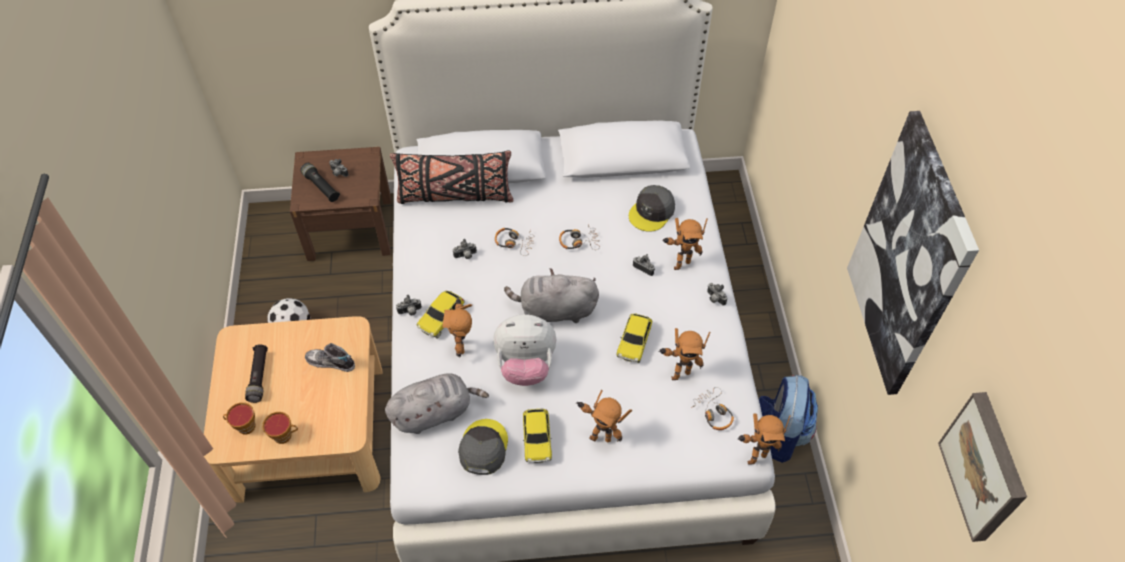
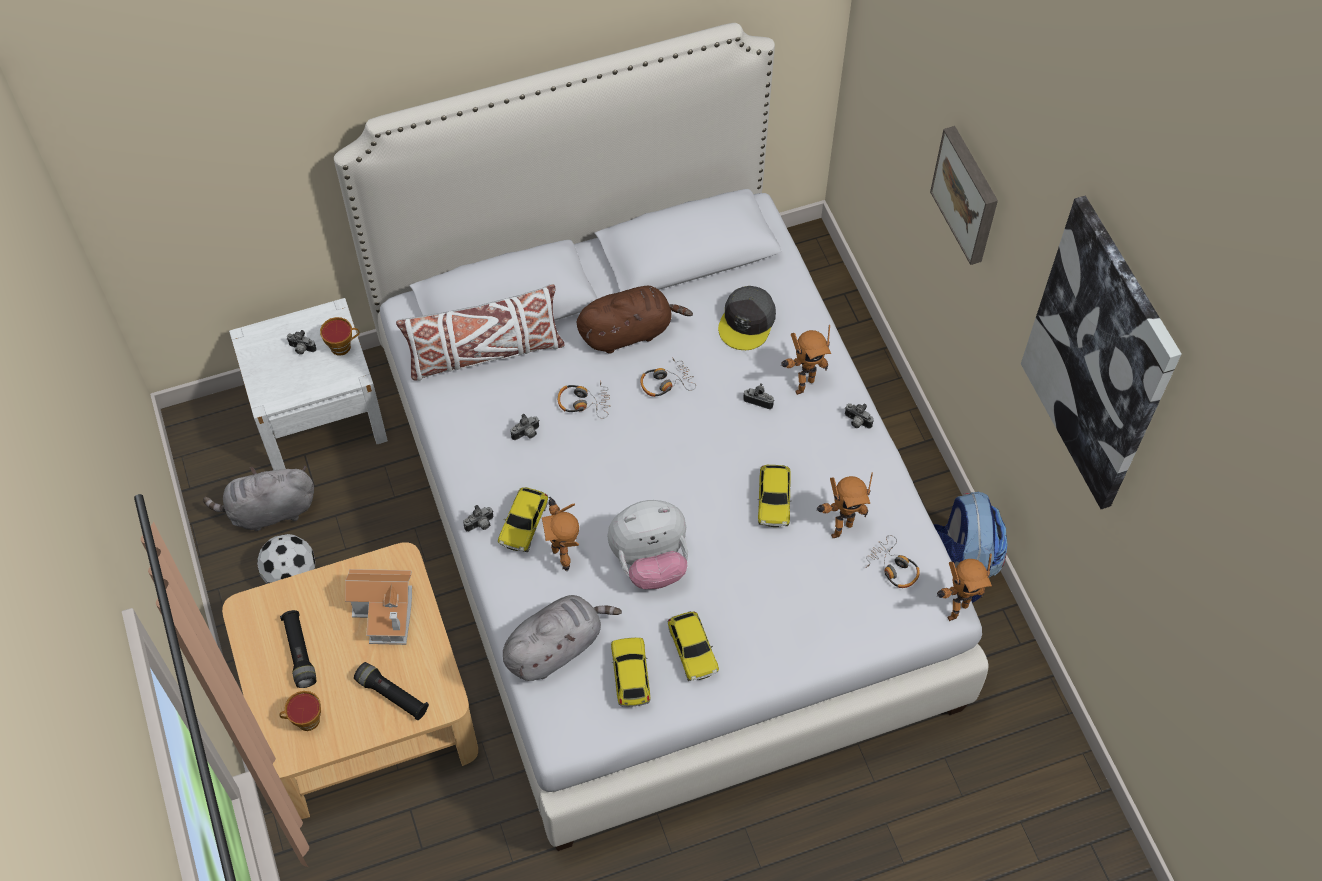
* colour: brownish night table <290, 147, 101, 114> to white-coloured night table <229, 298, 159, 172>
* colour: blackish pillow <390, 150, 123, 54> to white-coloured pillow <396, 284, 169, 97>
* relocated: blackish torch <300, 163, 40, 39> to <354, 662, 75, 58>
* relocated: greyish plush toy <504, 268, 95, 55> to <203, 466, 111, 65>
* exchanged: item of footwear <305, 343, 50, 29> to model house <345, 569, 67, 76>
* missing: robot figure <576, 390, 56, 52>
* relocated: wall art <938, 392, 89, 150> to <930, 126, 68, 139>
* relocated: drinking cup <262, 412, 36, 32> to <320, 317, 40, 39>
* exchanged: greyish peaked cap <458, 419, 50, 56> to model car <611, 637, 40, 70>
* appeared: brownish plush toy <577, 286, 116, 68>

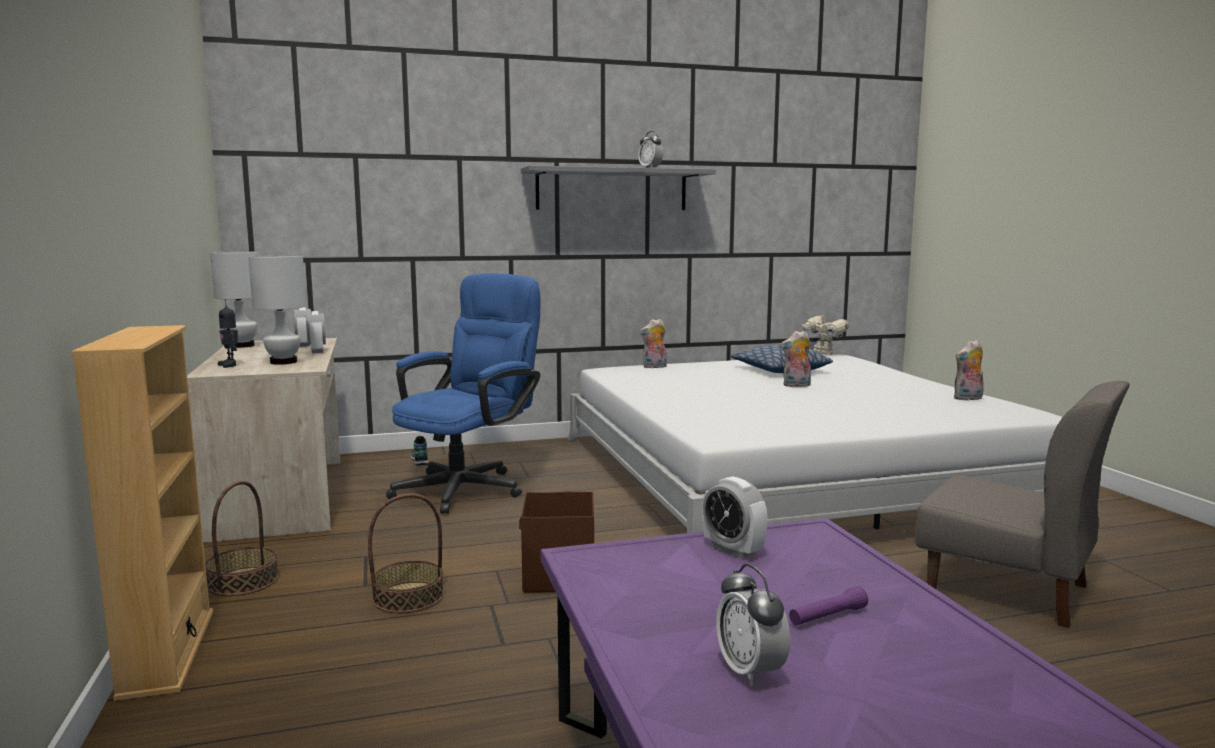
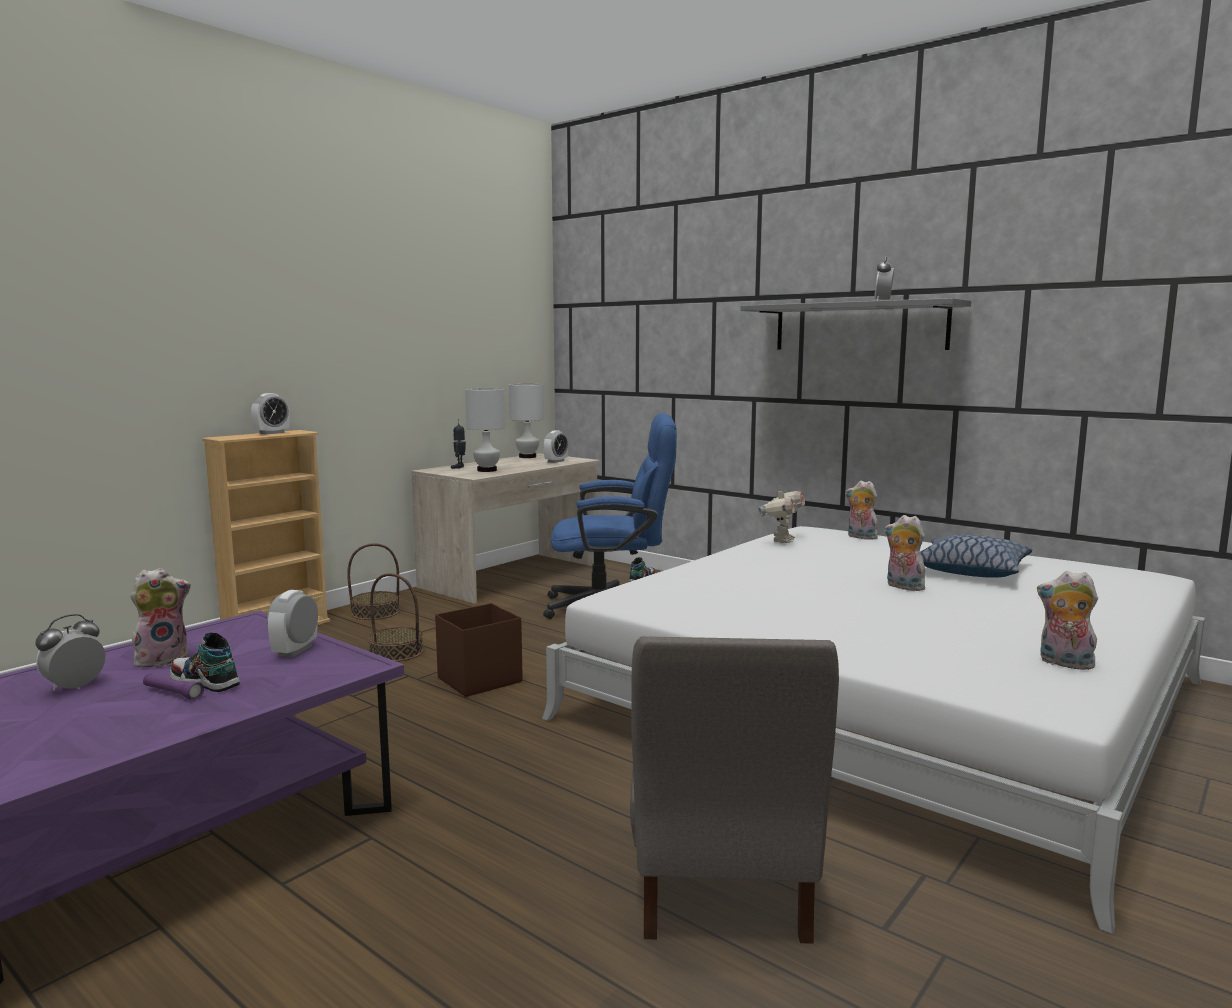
* relocated: bedside clock <306, 311, 20, 42> to <251, 393, 39, 42>
* relocated: robot figure <801, 311, 48, 44> to <758, 486, 47, 57>
* appeared: plush toy <130, 568, 61, 100>
* appeared: item of footwear <170, 633, 70, 59>

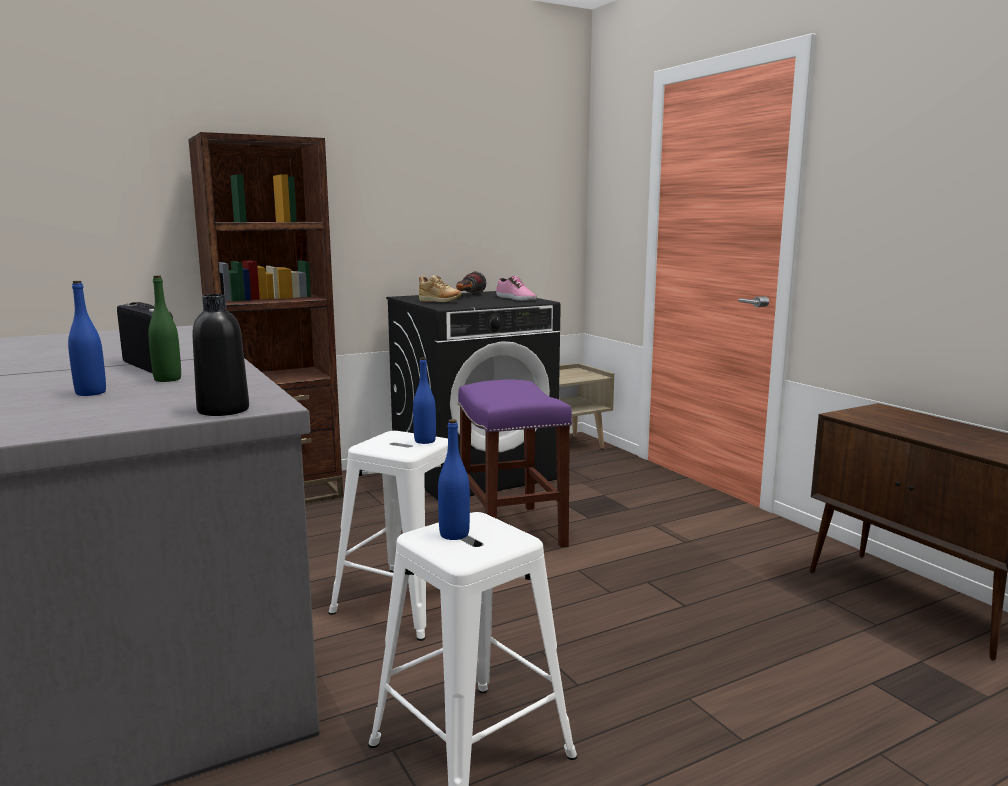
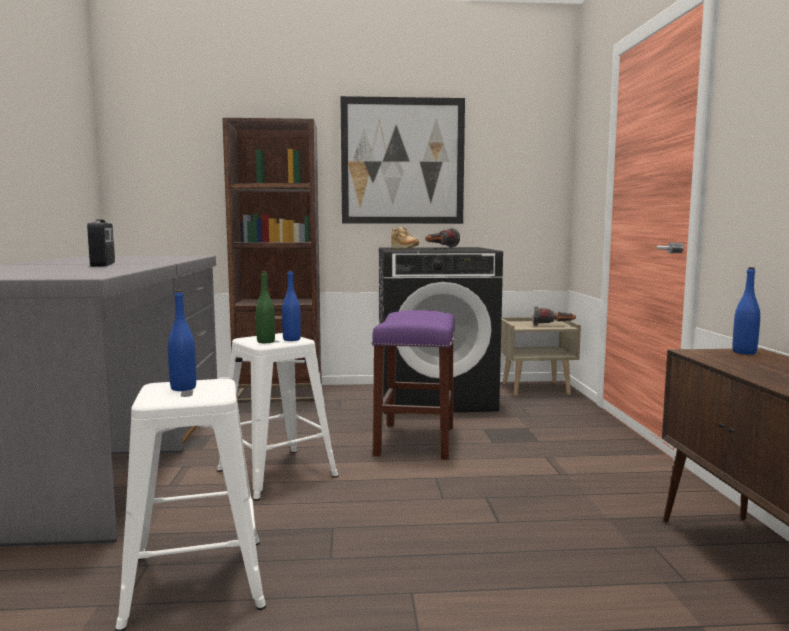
* relocated: green-coloured beverage bottle <148, 275, 33, 107> to <256, 271, 19, 72>
* missing: item of footwear <496, 276, 41, 25>
* relocated: bluish beverage bottle <68, 281, 38, 115> to <733, 267, 27, 88>
* missing: blackish beverage bottle <192, 294, 57, 122>
* appeared: wall art <340, 96, 125, 128>
* appeared: torch <532, 306, 44, 20>

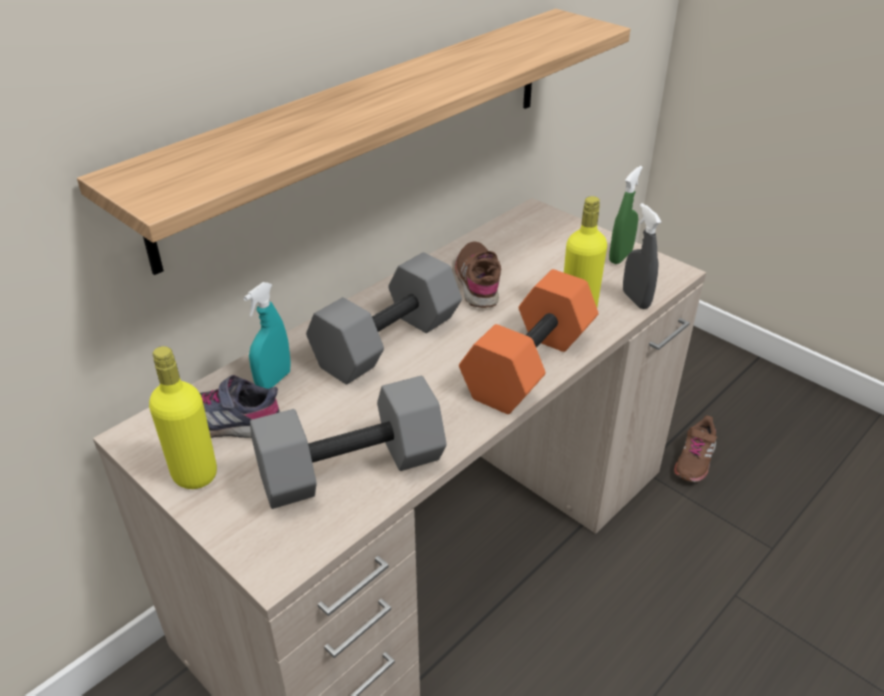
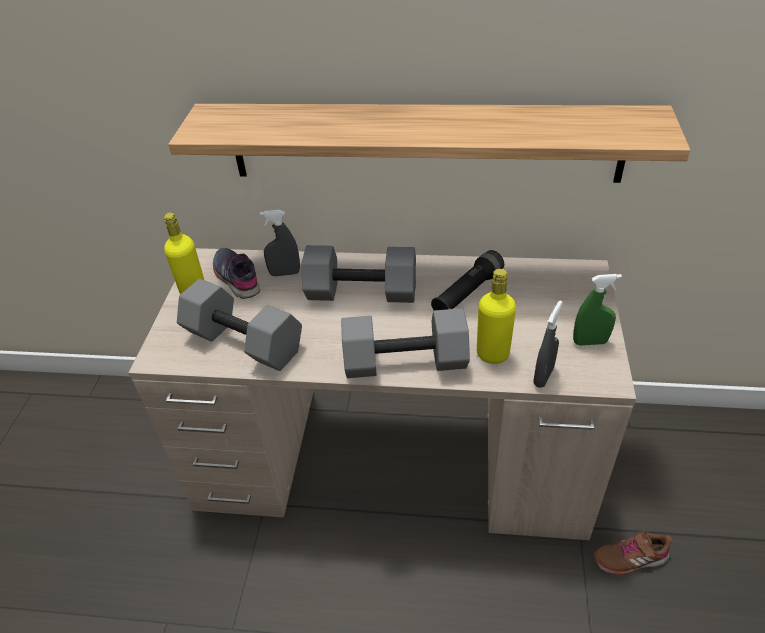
* exchanged: brownish item of footwear <455, 241, 46, 67> to blackish torch <431, 250, 73, 60>
* colour: orange-coloured free weight <459, 269, 139, 145> to greyish free weight <341, 308, 129, 70>
* colour: turquoise-coloured sprayer <243, 282, 48, 107> to greyish sprayer <260, 210, 40, 67>

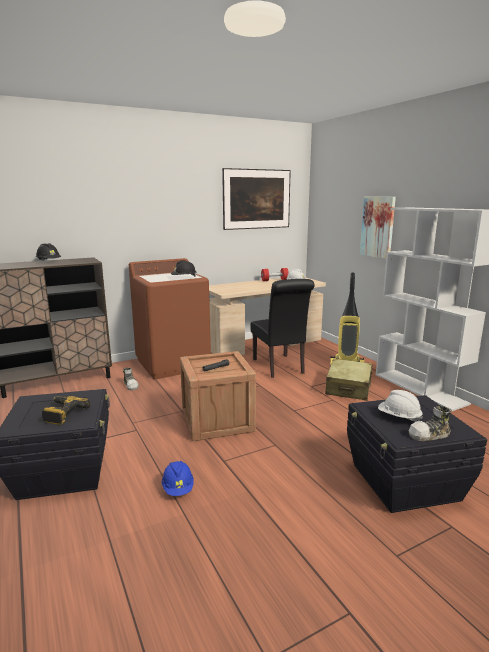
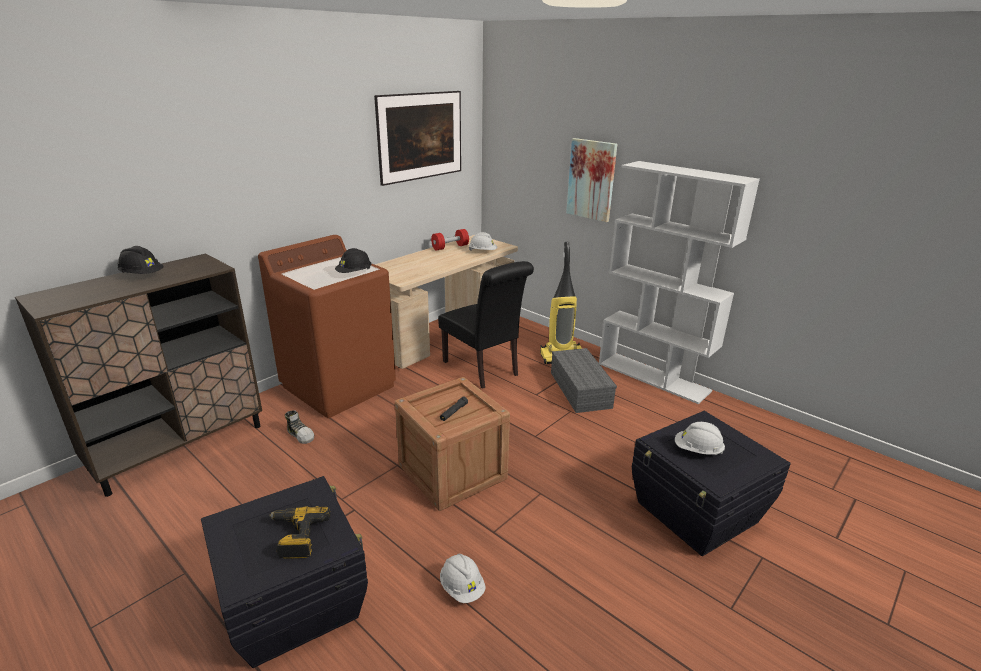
* exchanged: sand-coloured travel case <325, 359, 48, 42> to greyish storage container <551, 348, 66, 65>
* missing: item of footwear <409, 406, 42, 35>
* colour: bluish work helmet <162, 461, 32, 35> to white-coloured work helmet <440, 554, 46, 49>

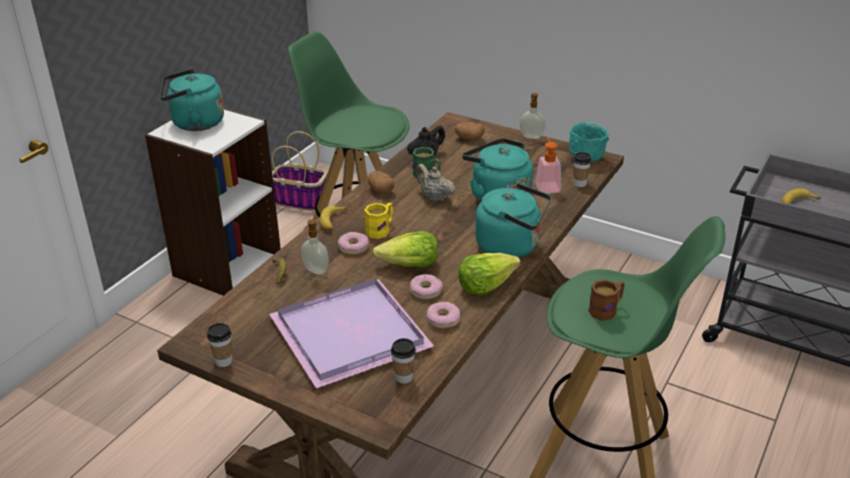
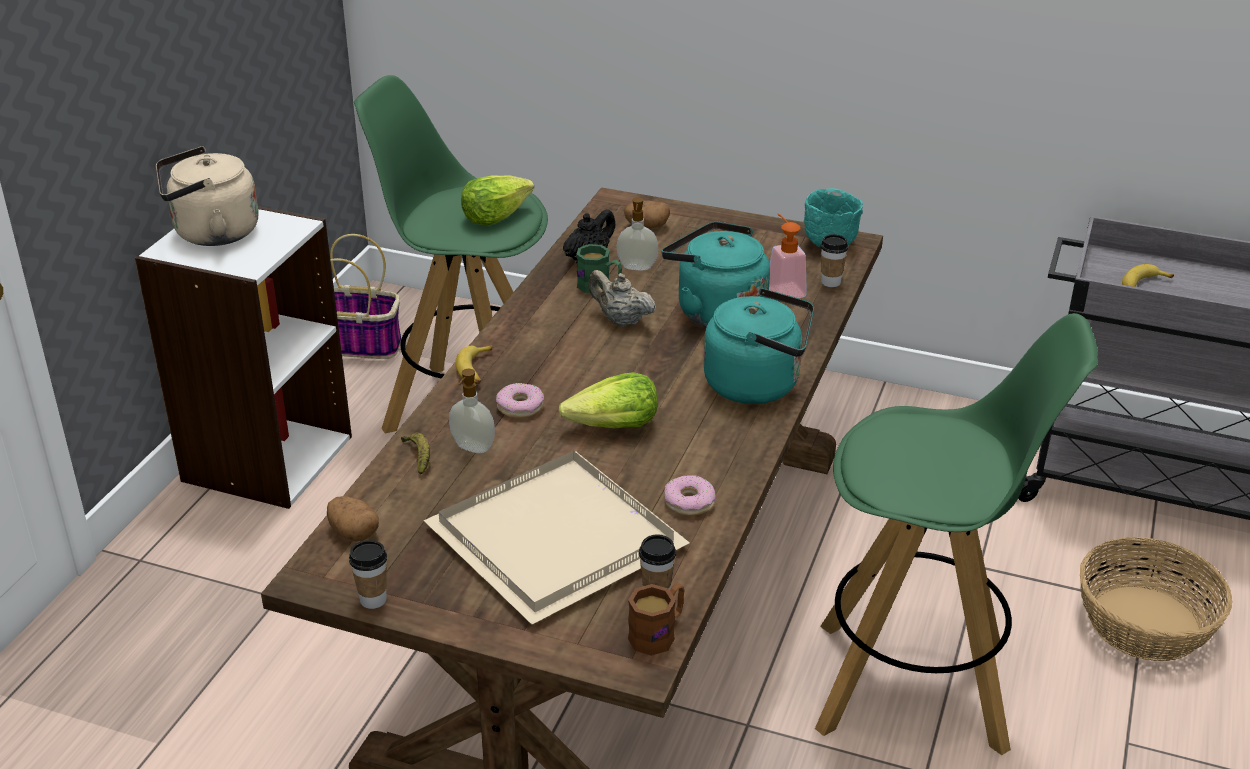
* colour: turquoise-coloured water kettle <160, 69, 64, 62> to sand-coloured water kettle <156, 146, 103, 100>
* relocated: soap dispenser <520, 93, 25, 46> to <617, 197, 41, 73>
* relocated: whole potato <368, 171, 27, 23> to <327, 496, 52, 45>
* missing: yellow coffee mug <364, 203, 29, 36>
* relocated: lettuce head <458, 253, 62, 42> to <461, 175, 73, 50>
* missing: donut <410, 274, 33, 25>
* colour: purple-coloured tray <269, 279, 165, 109> to sand-coloured tray <423, 451, 267, 173>
* relocated: brownish coffee mug <588, 279, 37, 42> to <628, 584, 56, 72>
* appeared: basket <1080, 537, 153, 124>

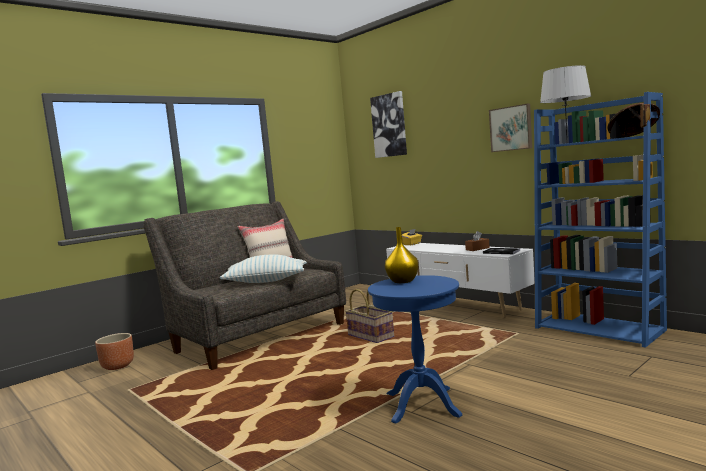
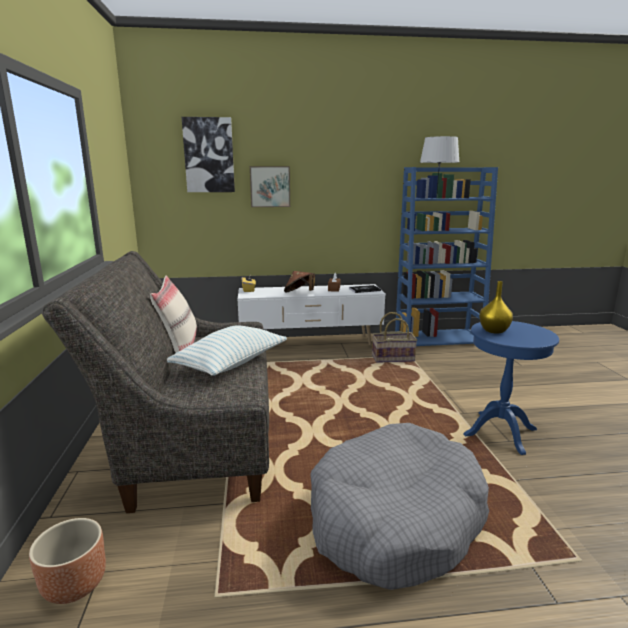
* relocated: brownish clothing hat <607, 103, 53, 35> to <284, 271, 31, 22>
* relocated: wall art <489, 104, 43, 48> to <250, 166, 40, 41>
* relocated: basket <345, 284, 49, 59> to <372, 312, 45, 51>
* appeared: greyish pet bed <310, 423, 179, 167>

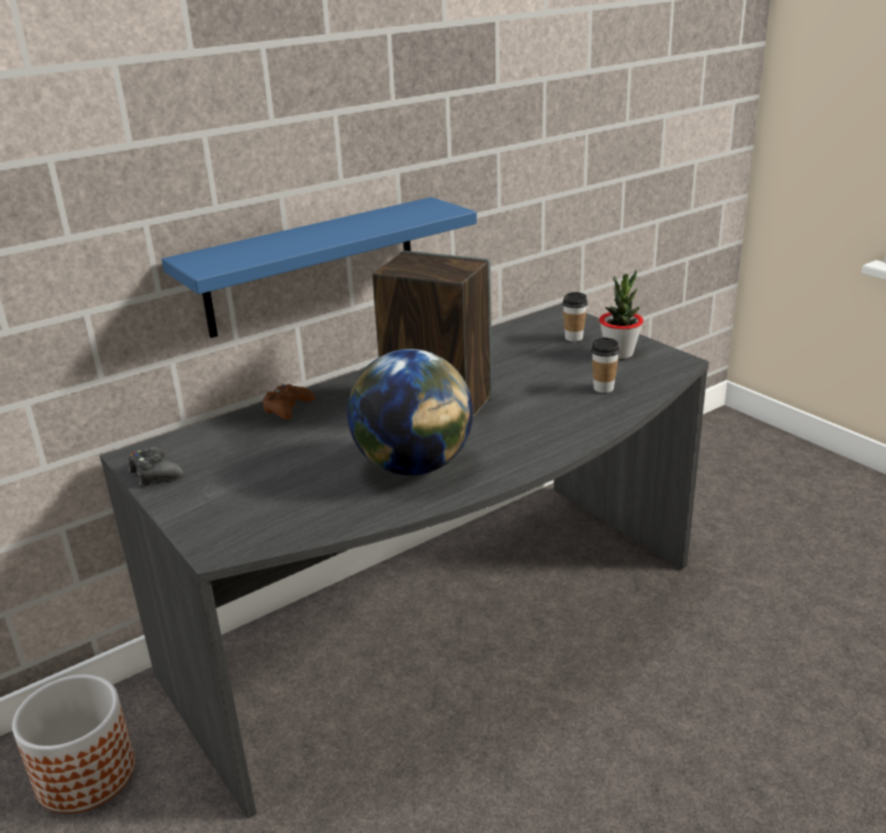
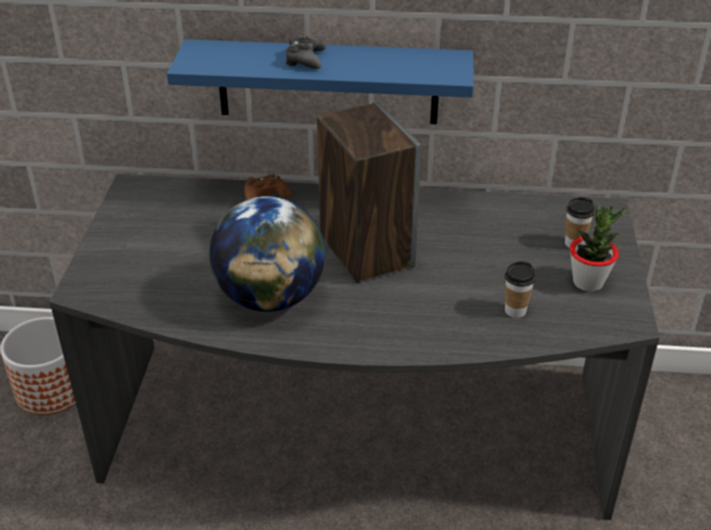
* relocated: blackish gamepad <127, 447, 56, 39> to <285, 35, 41, 34>

